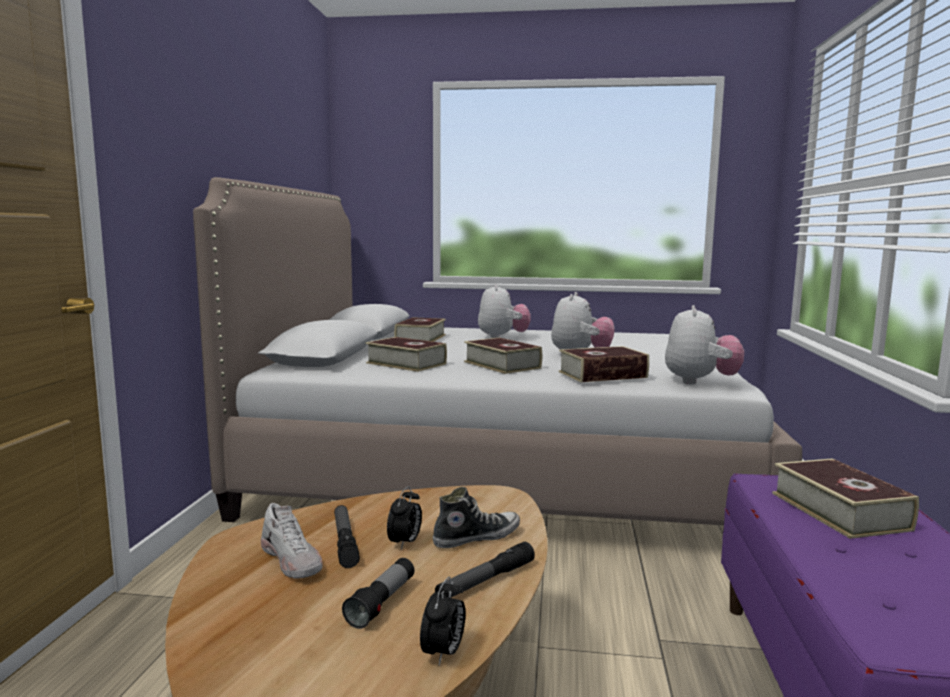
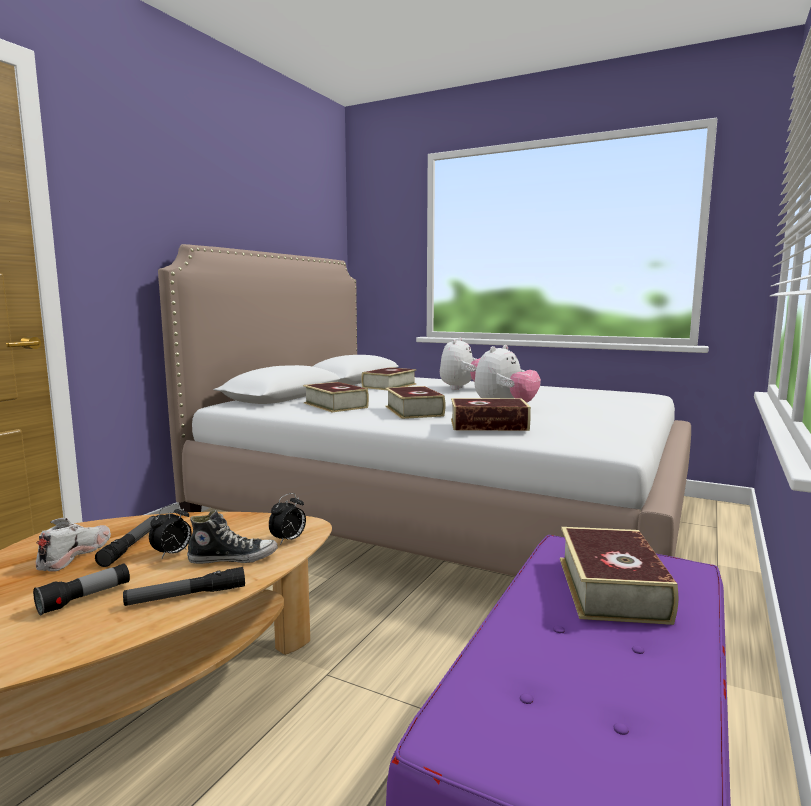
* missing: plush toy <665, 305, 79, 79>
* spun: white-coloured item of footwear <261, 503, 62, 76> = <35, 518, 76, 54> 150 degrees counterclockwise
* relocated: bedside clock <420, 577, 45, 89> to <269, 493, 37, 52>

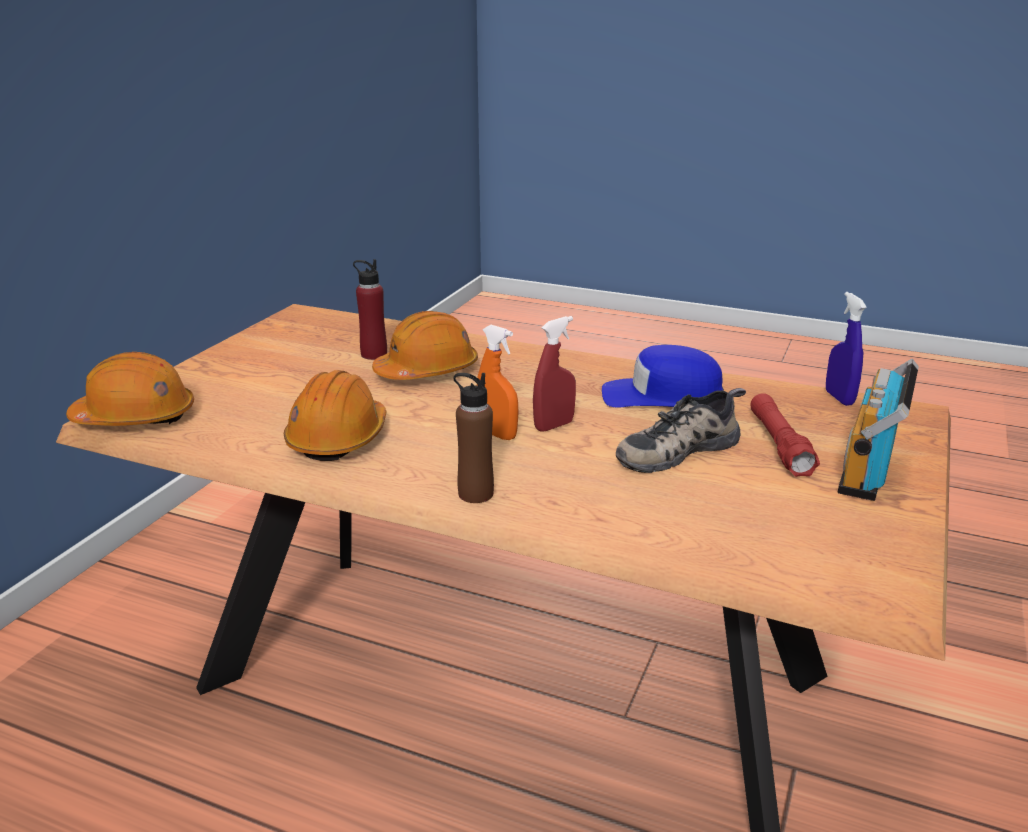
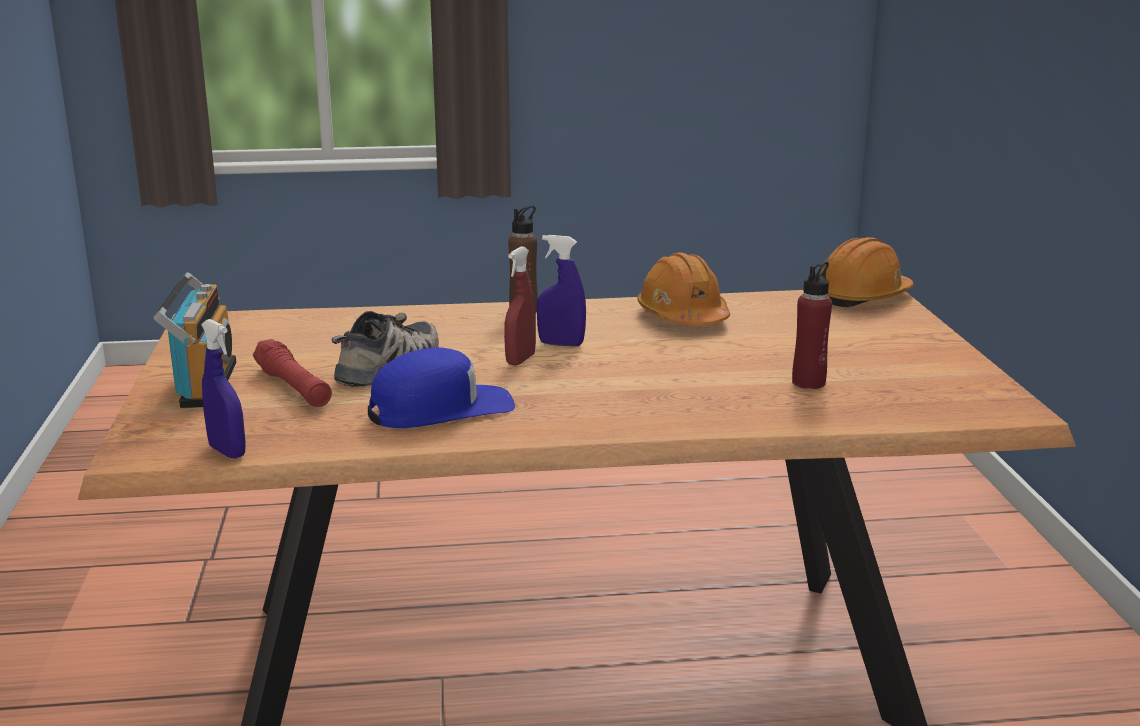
* missing: orange-coloured work helmet <372, 311, 106, 69>
* colour: orange-coloured sprayer <477, 325, 41, 115> to bluish sprayer <537, 235, 49, 111>

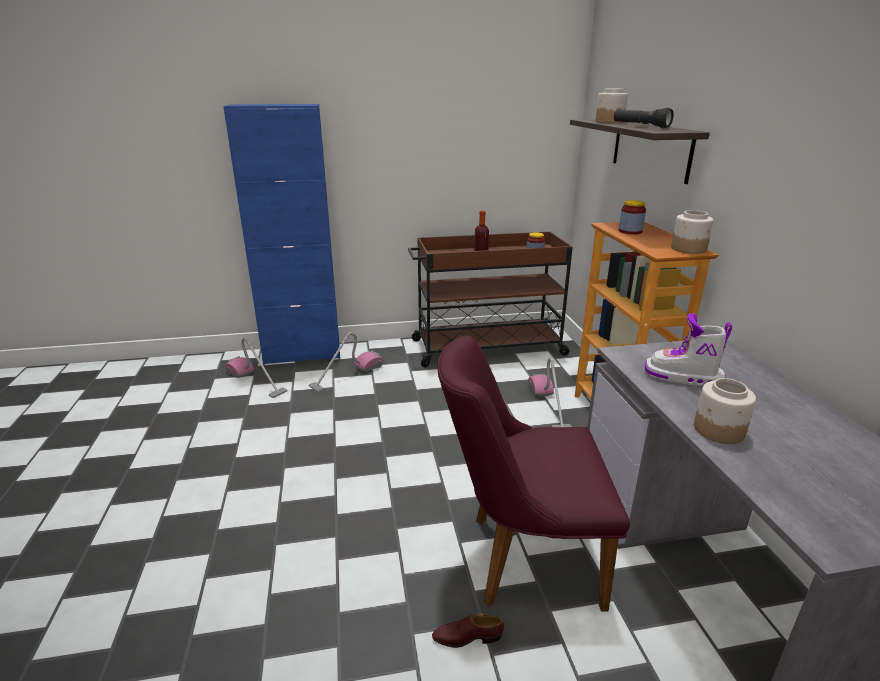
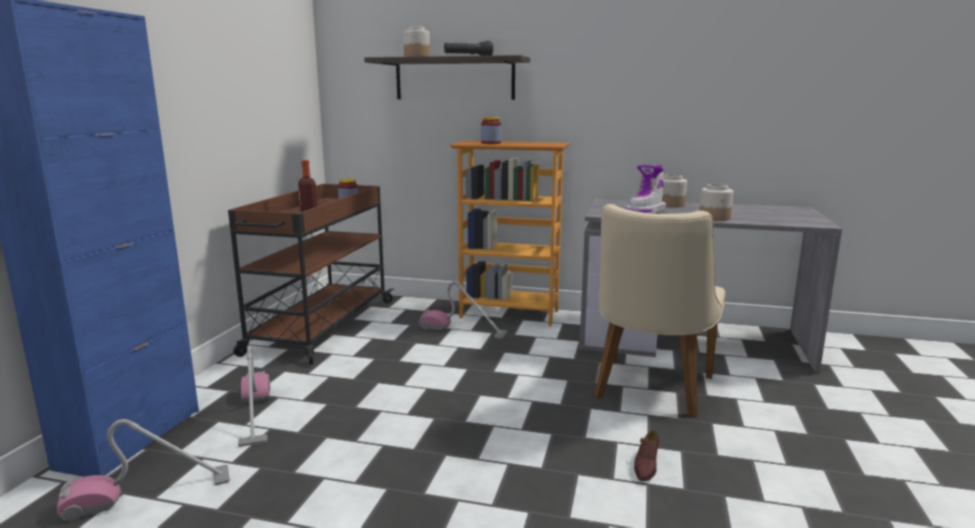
* relocated: preserve jar <671, 210, 43, 44> to <662, 175, 25, 33>
* colour: purple-coloured upright chair <438, 335, 192, 277> to sand-coloured upright chair <594, 204, 131, 213>
* relocated: brownish item of footwear <432, 613, 72, 35> to <634, 430, 25, 51>

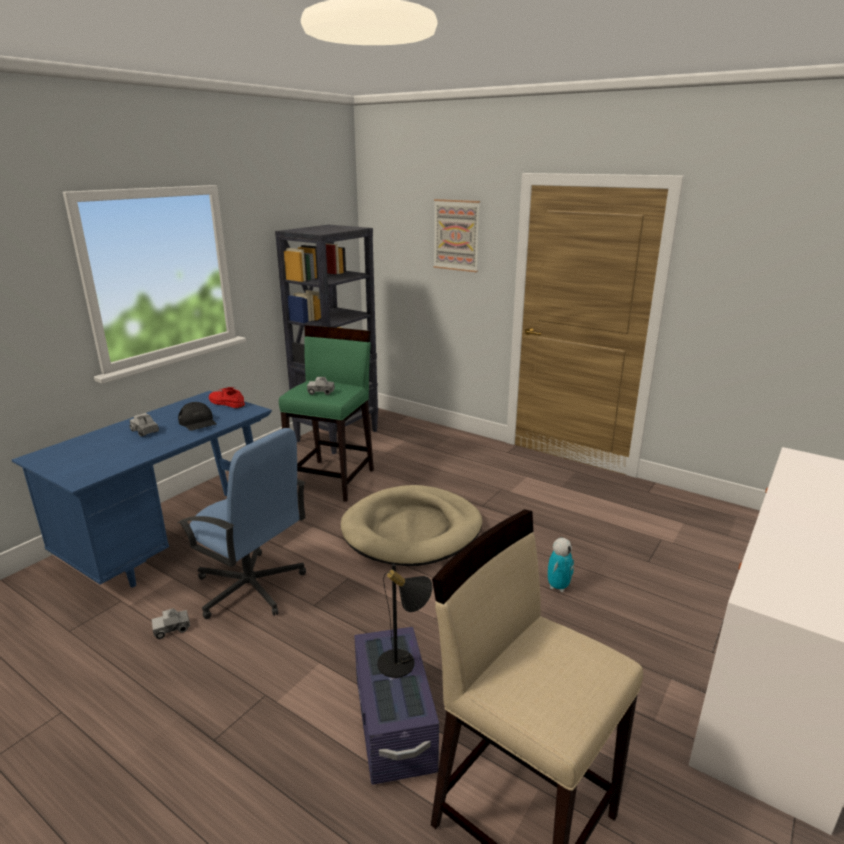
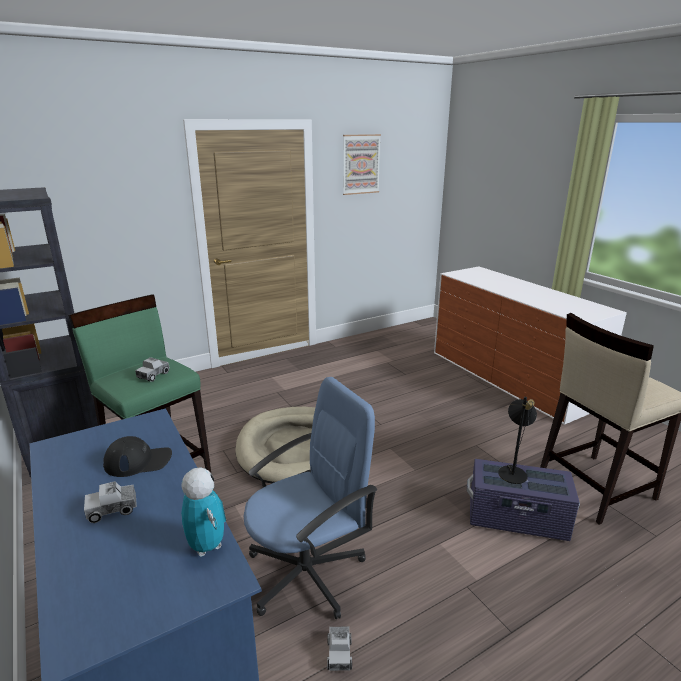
* relocated: wall art <434, 199, 46, 73> to <343, 134, 38, 61>
* missing: red item of footwear <209, 387, 36, 21>
* relocated: robot figure <548, 538, 26, 54> to <181, 468, 45, 89>

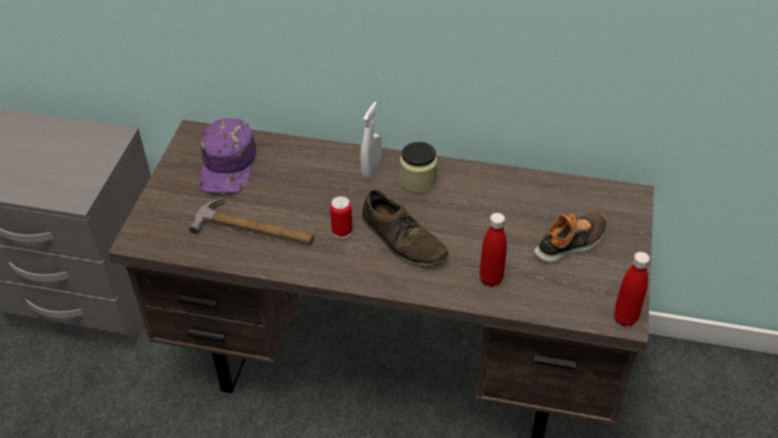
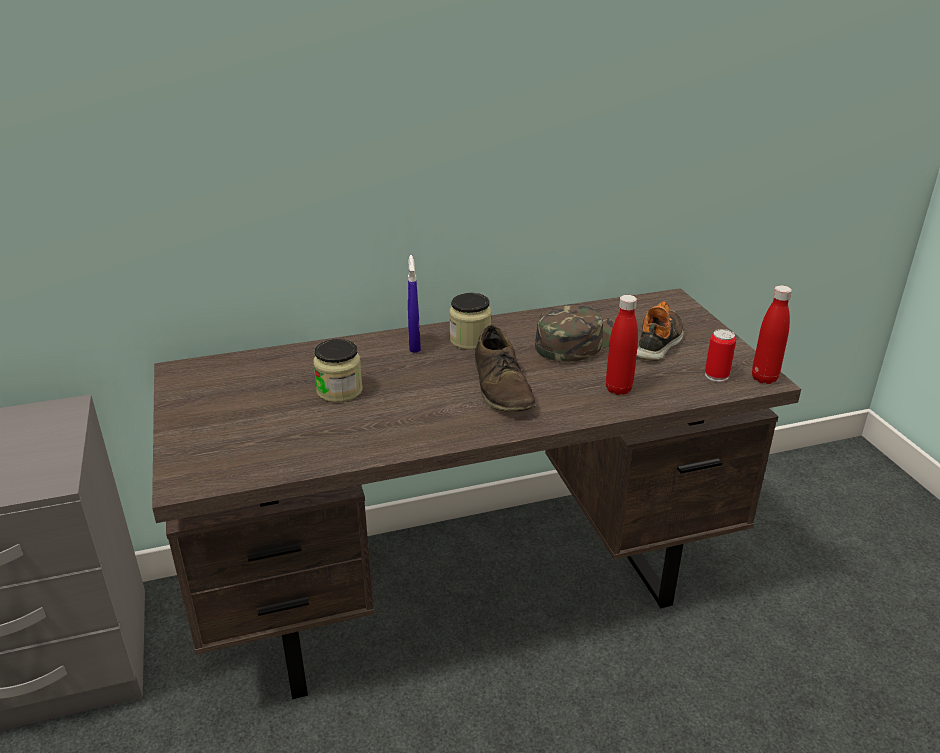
* colour: white-coloured sprayer <360, 102, 22, 77> to bluish sprayer <408, 255, 13, 98>
* missing: purple-coloured peaked cap <199, 118, 57, 75>
* spun: brownish item of footwear <362, 190, 87, 77> = <475, 325, 61, 87> 60 degrees clockwise
* relocated: can <330, 196, 23, 42> to <705, 329, 31, 53>
* missing: tool hammer <189, 198, 125, 46>
* appeared: green-coloured peaked cap <535, 304, 80, 58>
* appeared: preserve jar <313, 339, 50, 64>

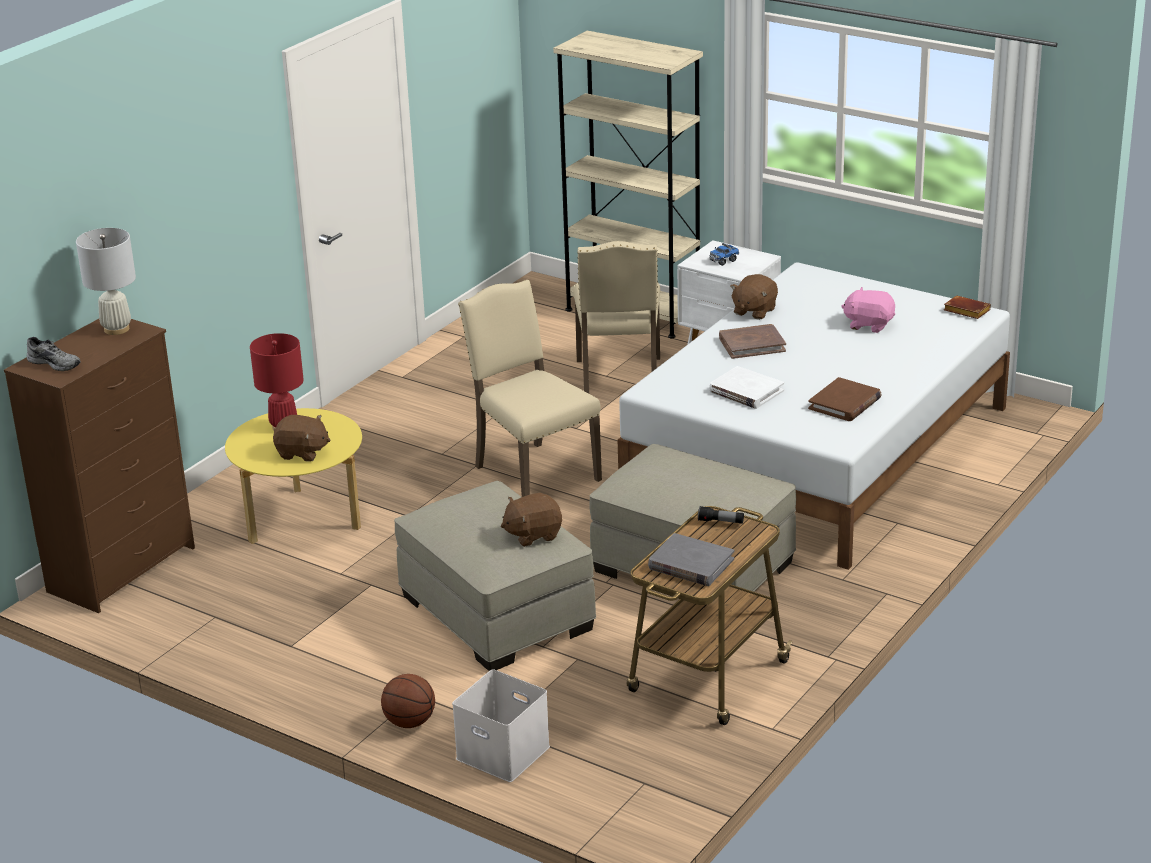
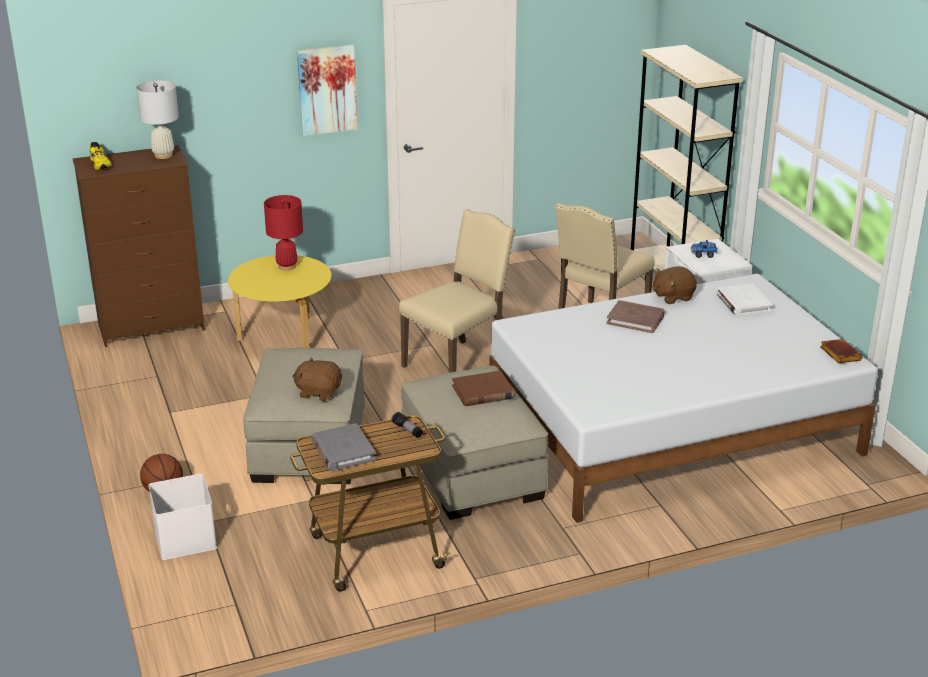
* spun: sand-coloured upright chair <458, 280, 144, 217> = <399, 209, 116, 164> 45 degrees clockwise
* missing: pink plush toy <841, 287, 54, 46>
* colour: greyish item of footwear <27, 337, 54, 34> to yellow item of footwear <90, 142, 22, 28>
* relocated: white-coloured bound book <709, 366, 75, 43> to <716, 284, 56, 32>
* relocated: brownish bound book <808, 377, 73, 44> to <452, 371, 62, 35>
* missing: brownish plush toy <273, 415, 57, 47>
* appeared: wall art <297, 44, 61, 92>

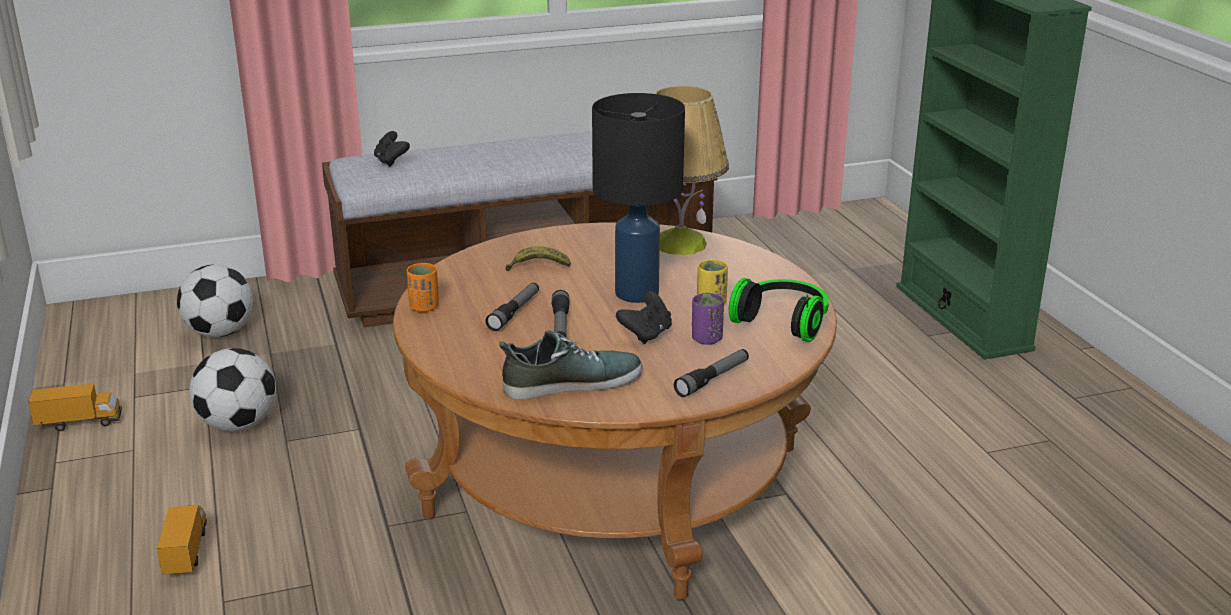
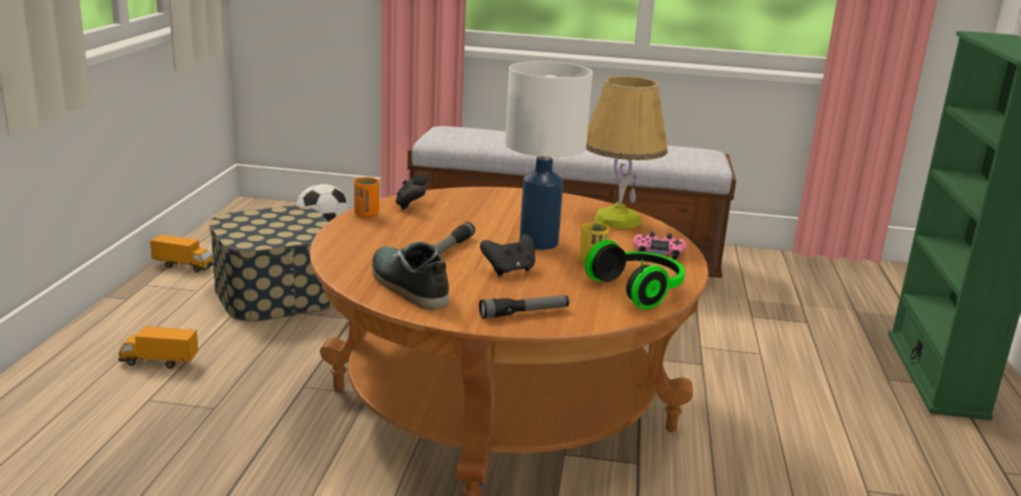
* colour: blackish table lamp <592, 93, 93, 210> to white-coloured table lamp <505, 61, 88, 189>
* relocated: blackish gamepad <374, 131, 36, 36> to <395, 174, 33, 36>
* missing: banana fruit <506, 246, 65, 25>
* missing: torch <485, 283, 54, 48>
* missing: purple-coloured drinking cup <692, 293, 32, 52>
* spun: item of footwear <499, 330, 144, 69> = <372, 241, 77, 69> 135 degrees counterclockwise
* exchanged: football ball <189, 348, 87, 84> to storage container <209, 206, 124, 116>
* spun: toy truck <157, 505, 50, 69> = <118, 326, 80, 43> 105 degrees counterclockwise
* appeared: pink gamepad <633, 232, 53, 28>

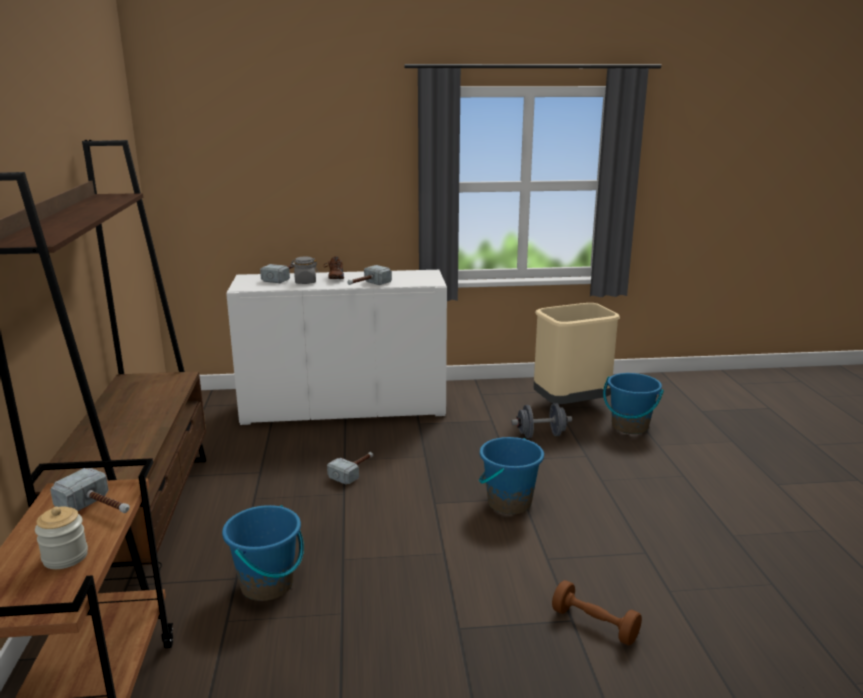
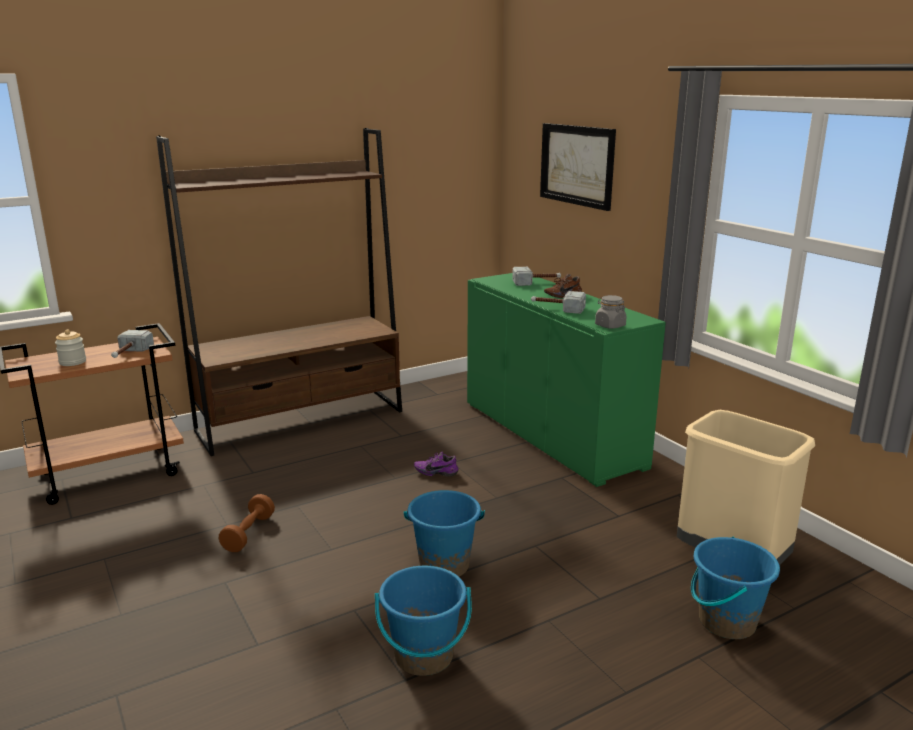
* relocated: greyish preserve jar <290, 257, 29, 27> to <595, 295, 31, 34>
* colour: white-coloured storage cabinet <226, 270, 221, 155> to green-coloured storage cabinet <467, 273, 199, 214>
* missing: greyish free weight <511, 403, 61, 35>
* exchanged: tool hammer <327, 452, 46, 33> to purple-coloured item of footwear <414, 452, 45, 24>
* relocated: bluish pail <222, 505, 82, 96> to <375, 566, 97, 110>
* relocated: brownish free weight <552, 580, 90, 65> to <218, 494, 57, 58>
* appeared: wall art <540, 123, 76, 88>

